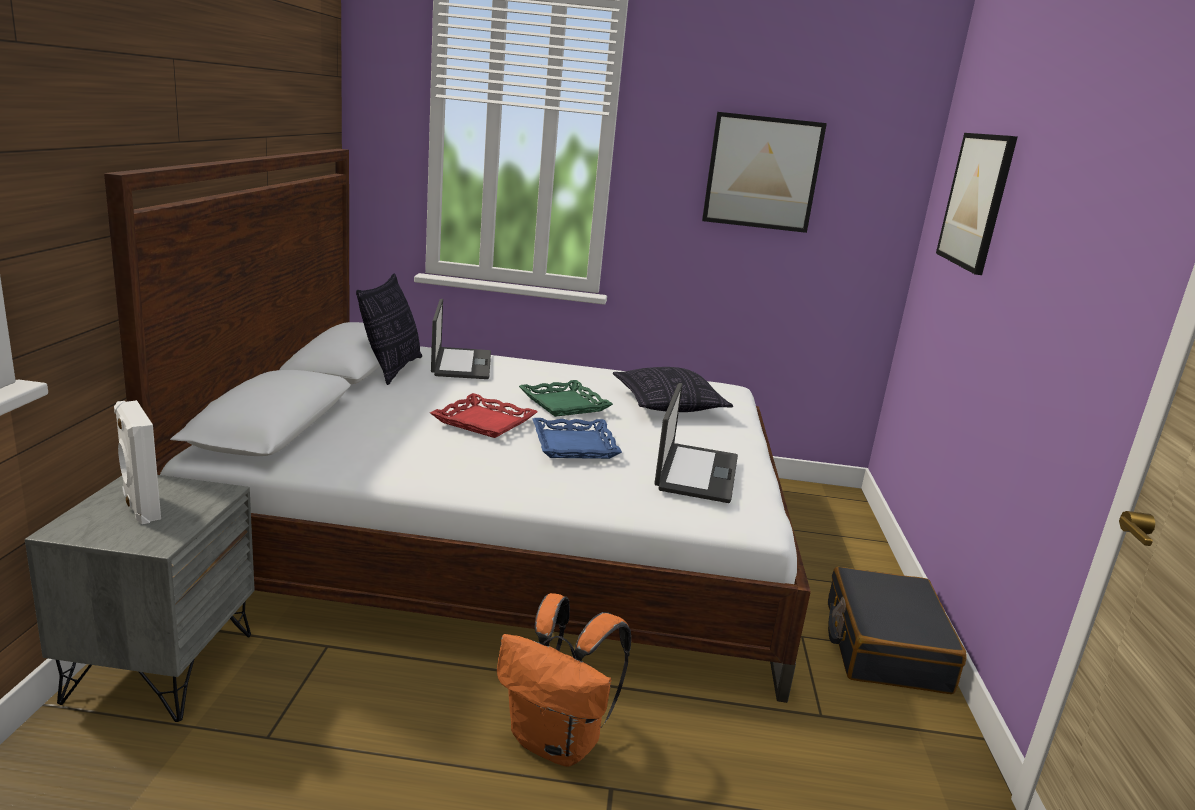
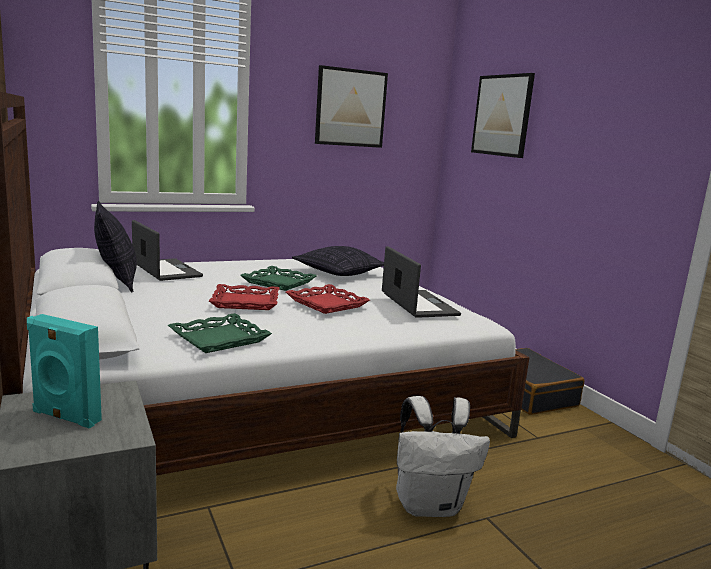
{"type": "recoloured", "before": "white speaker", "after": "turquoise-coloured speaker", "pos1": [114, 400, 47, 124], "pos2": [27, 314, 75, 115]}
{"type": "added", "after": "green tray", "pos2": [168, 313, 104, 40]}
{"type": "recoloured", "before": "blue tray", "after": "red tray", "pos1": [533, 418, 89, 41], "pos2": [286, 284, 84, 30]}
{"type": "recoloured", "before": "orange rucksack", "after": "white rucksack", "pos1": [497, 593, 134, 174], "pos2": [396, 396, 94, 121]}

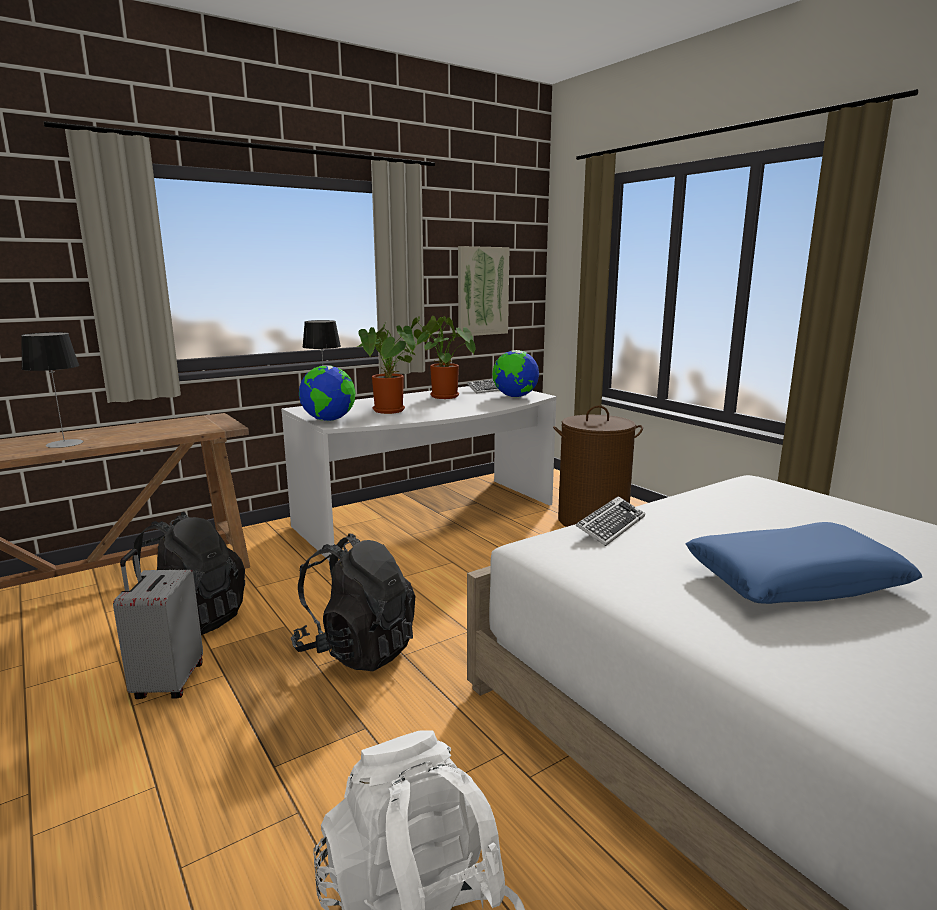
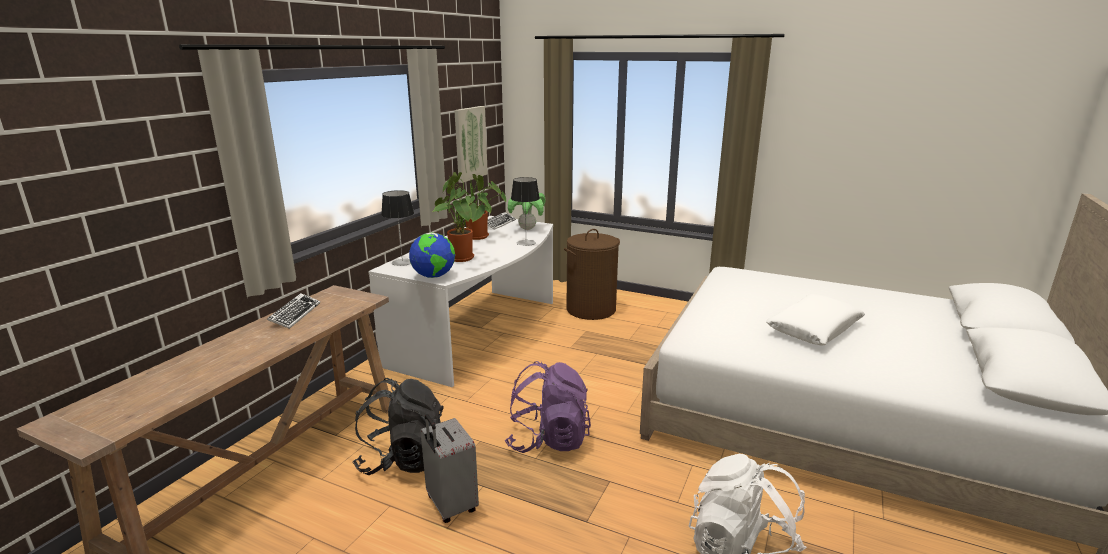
{"type": "moved", "before": "computer keyboard", "pos1": [576, 496, 69, 50], "pos2": [267, 293, 53, 36]}
{"type": "recoloured", "before": "black-coloured rucksack", "after": "purple rucksack", "pos1": [291, 534, 124, 137], "pos2": [505, 361, 86, 92]}
{"type": "replaced", "before": "globe", "after": "potted plant", "pos1": [492, 350, 47, 47], "pos2": [508, 193, 37, 37]}
{"type": "moved", "before": "tabletop lamp", "pos1": [21, 332, 63, 116], "pos2": [511, 177, 29, 69]}
{"type": "recoloured", "before": "blue throw pillow", "after": "white throw pillow", "pos1": [685, 522, 237, 82], "pos2": [766, 294, 99, 51]}

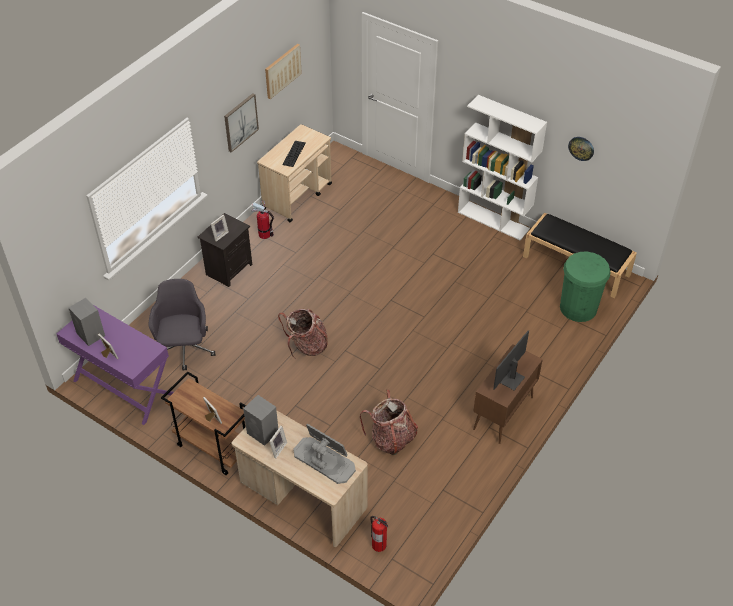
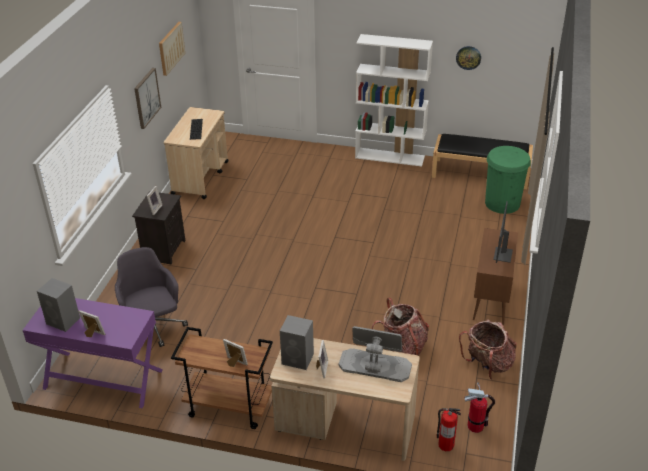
{"type": "moved", "before": "rucksack", "pos1": [278, 309, 50, 50], "pos2": [459, 319, 58, 61]}
{"type": "moved", "before": "extinguisher", "pos1": [252, 201, 22, 38], "pos2": [465, 382, 30, 51]}

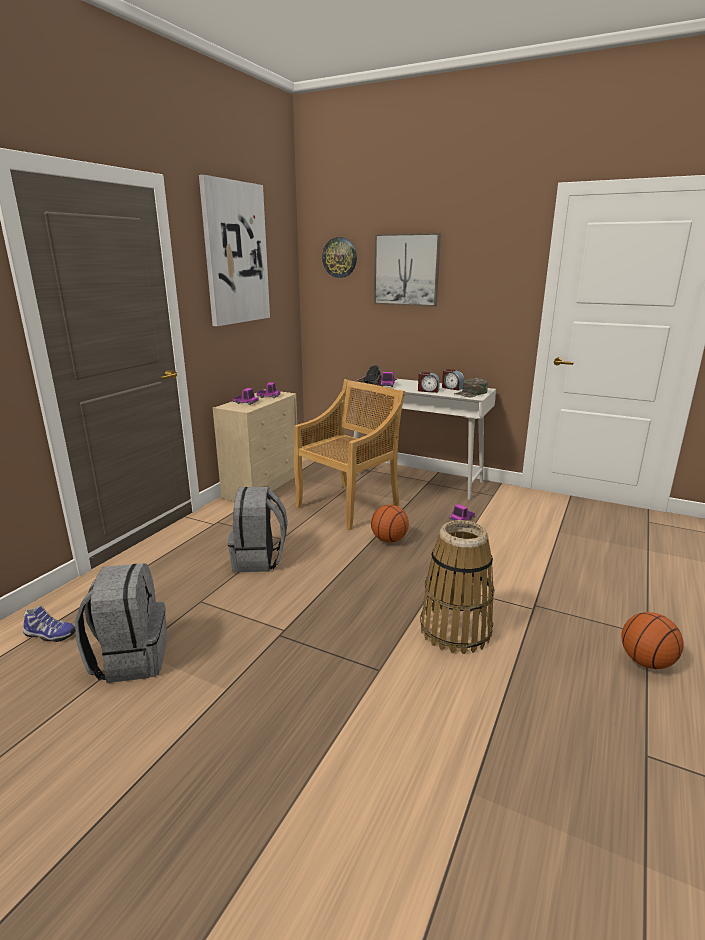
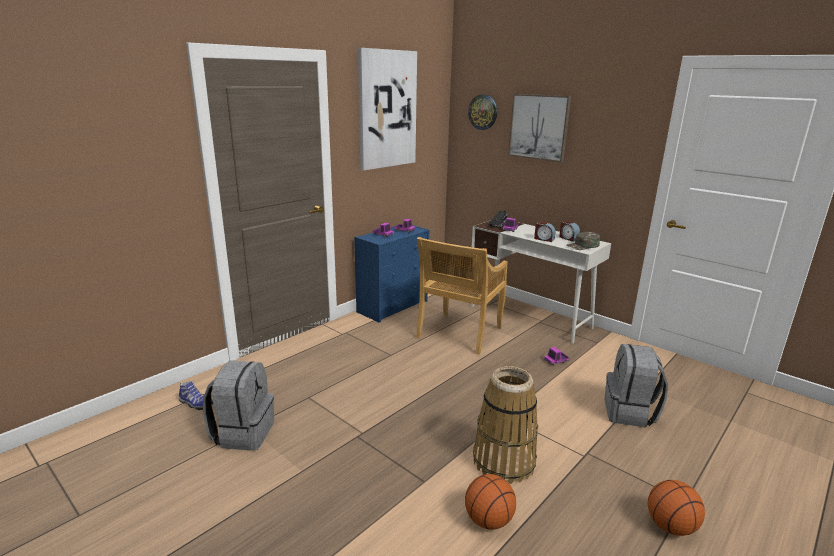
{"type": "recoloured", "before": "beige chest of drawers", "after": "blue chest of drawers", "pos1": [213, 389, 84, 113], "pos2": [354, 224, 75, 99]}
{"type": "turned", "before": "beige plain chair", "pos1": [294, 379, 111, 152], "pos2": [416, 237, 91, 117], "turn": 150}
{"type": "moved", "before": "basketball ball", "pos1": [371, 505, 38, 38], "pos2": [465, 474, 51, 56]}
{"type": "moved", "before": "gray rucksack", "pos1": [228, 487, 60, 85], "pos2": [605, 344, 63, 84]}

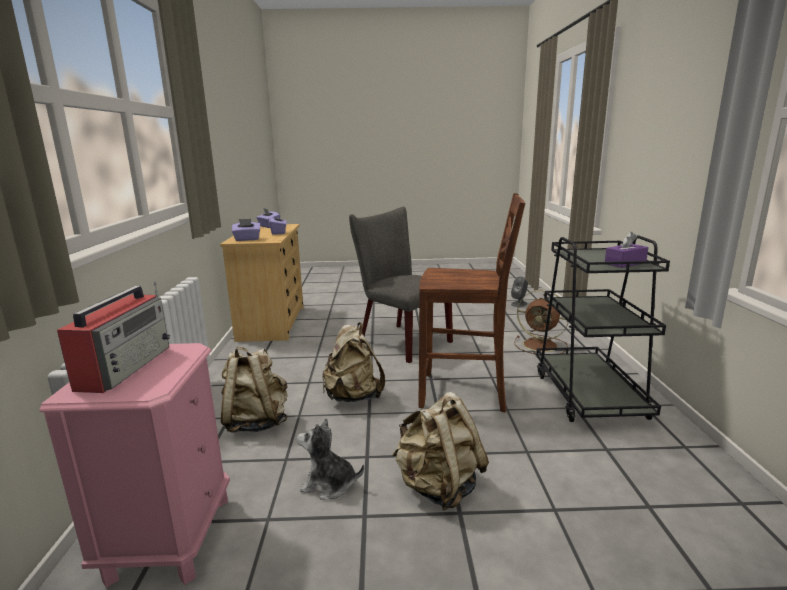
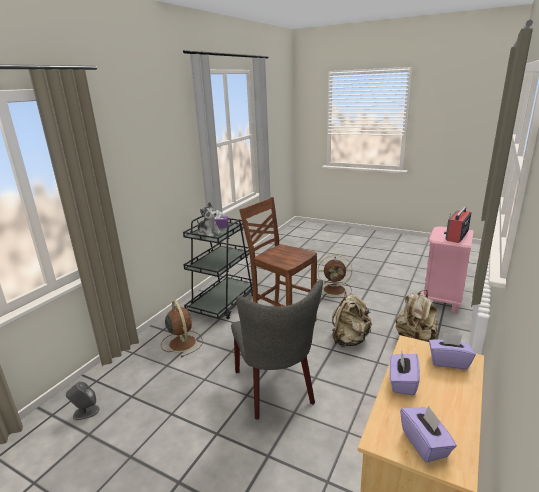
{"type": "moved", "before": "plush toy", "pos1": [296, 418, 68, 82], "pos2": [196, 202, 26, 35]}
{"type": "replaced", "before": "beige rucksack", "after": "brownish cooling fan", "pos1": [392, 392, 97, 119], "pos2": [318, 255, 34, 43]}

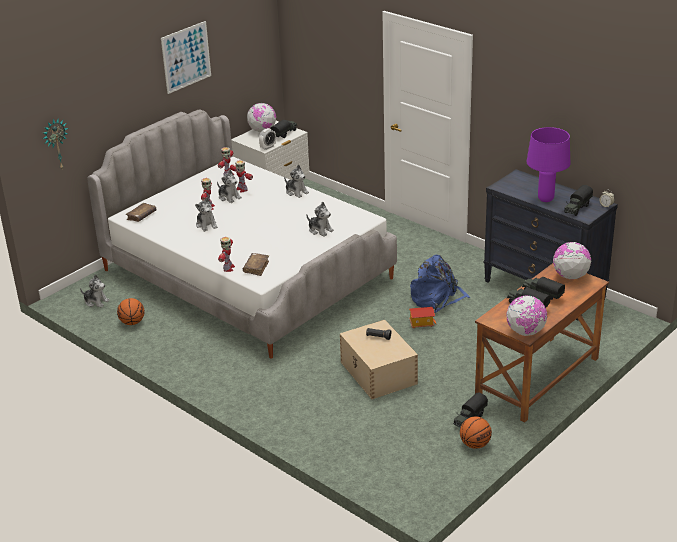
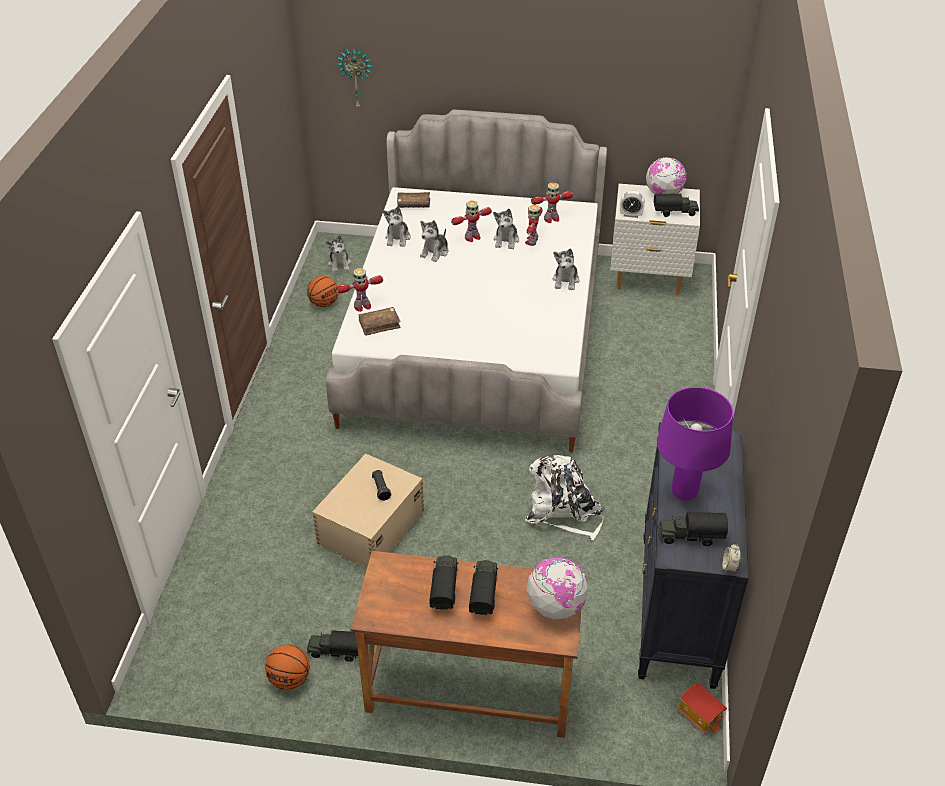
{"type": "moved", "before": "plush toy", "pos1": [306, 202, 28, 35], "pos2": [383, 206, 28, 41]}
{"type": "recoloured", "before": "blue rucksack", "after": "white rucksack", "pos1": [410, 255, 60, 58], "pos2": [525, 455, 80, 86]}
{"type": "moved", "before": "miniature house", "pos1": [409, 307, 27, 22], "pos2": [677, 683, 50, 51]}
{"type": "removed", "before": "wall picture", "pos1": [161, 21, 50, 73]}
{"type": "removed", "before": "globe", "pos1": [506, 296, 41, 40]}

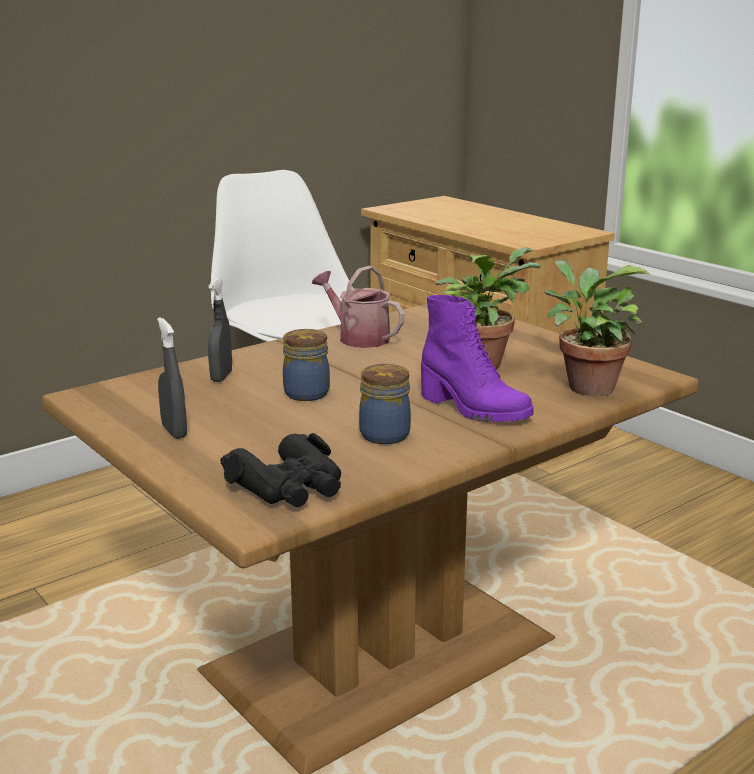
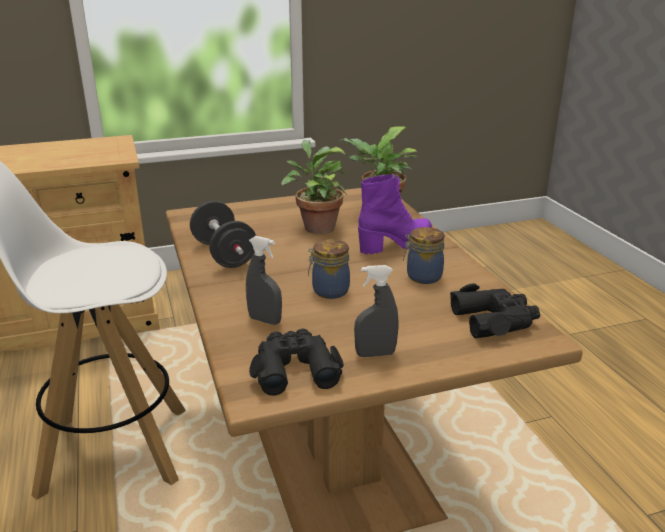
{"type": "replaced", "before": "sprinkling can", "after": "black-coloured dumbbell", "pos1": [312, 266, 92, 82], "pos2": [190, 201, 66, 67]}
{"type": "added", "after": "black-coloured field glasses", "pos2": [249, 329, 95, 67]}

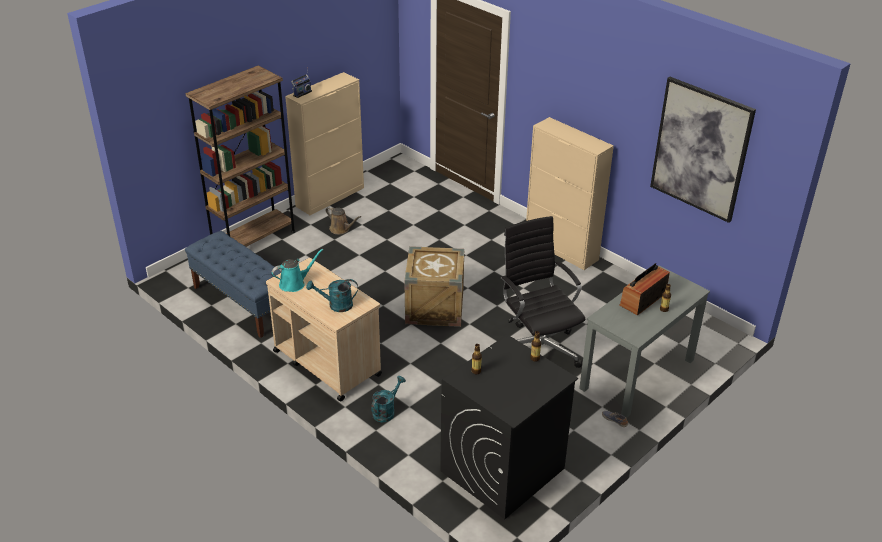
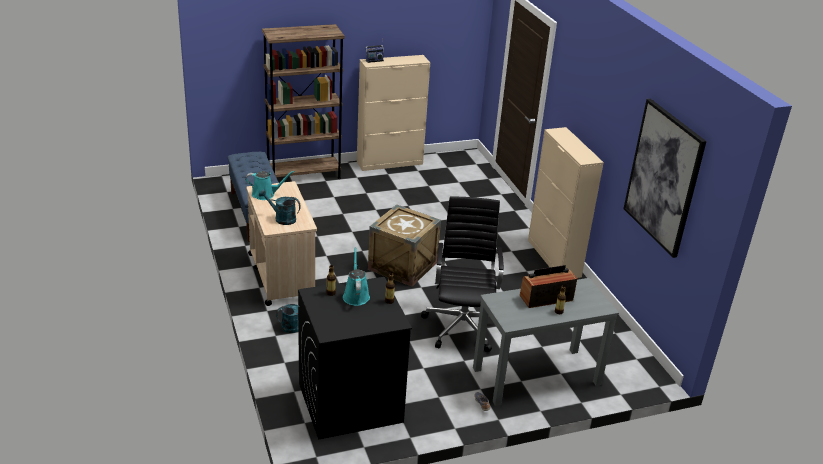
{"type": "added", "after": "turquoise-coloured sprinkling can", "pos2": [343, 247, 27, 59]}
{"type": "removed", "before": "brownish sprinkling can", "pos1": [325, 207, 36, 27]}

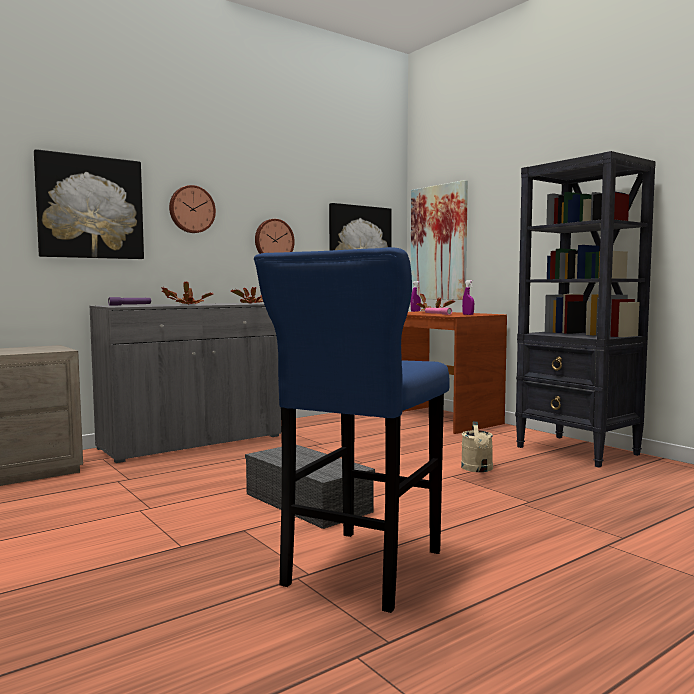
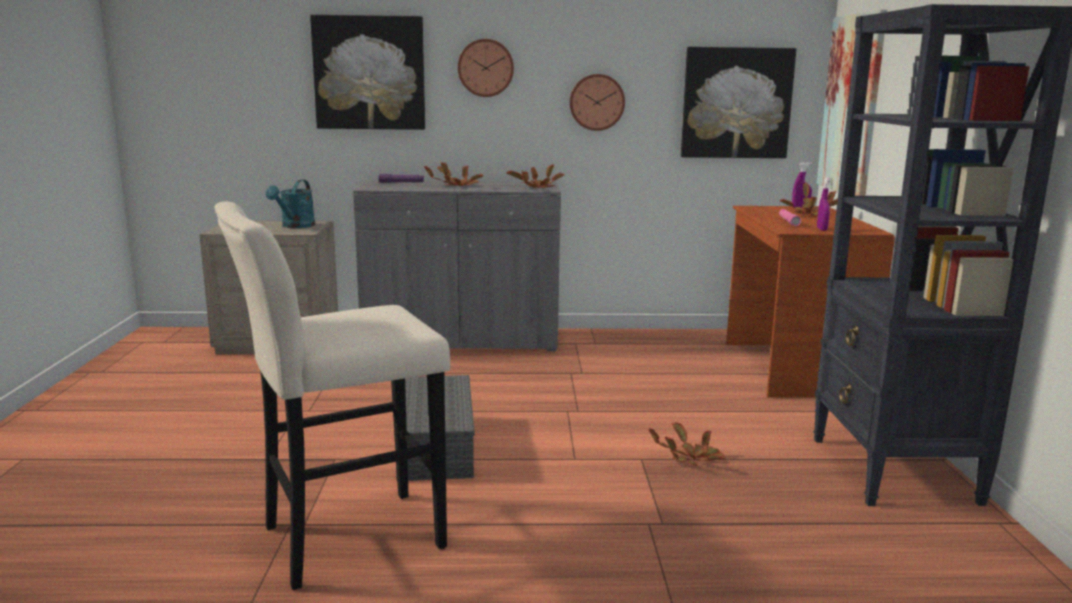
{"type": "recoloured", "before": "blue sitting stool", "after": "beige sitting stool", "pos1": [254, 247, 196, 366], "pos2": [215, 201, 235, 389]}
{"type": "added", "after": "turquoise-coloured sprinkling can", "pos2": [265, 180, 50, 48]}
{"type": "replaced", "before": "beige sprinkling can", "after": "potted plant", "pos1": [461, 421, 32, 51], "pos2": [649, 421, 77, 45]}

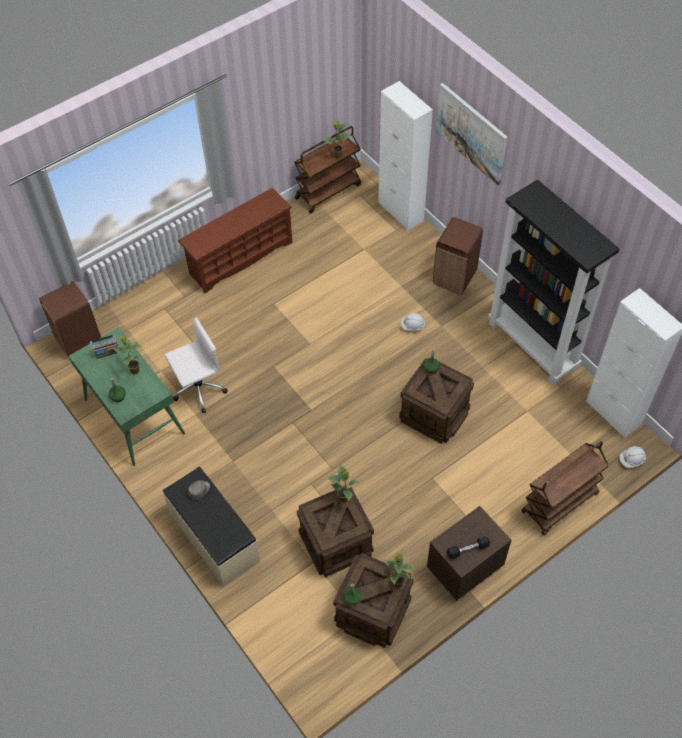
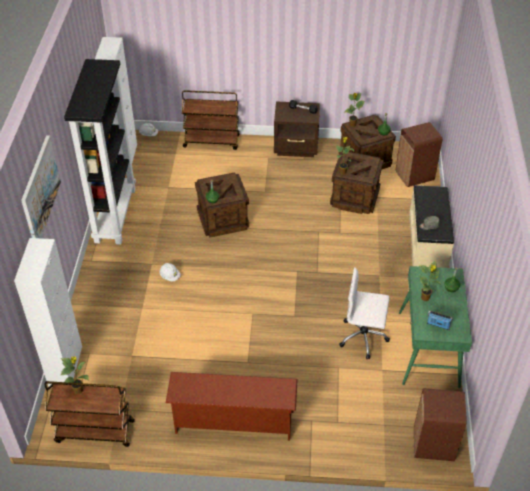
{"type": "moved", "before": "brownish trash can", "pos1": [433, 217, 50, 78], "pos2": [396, 122, 46, 65]}

